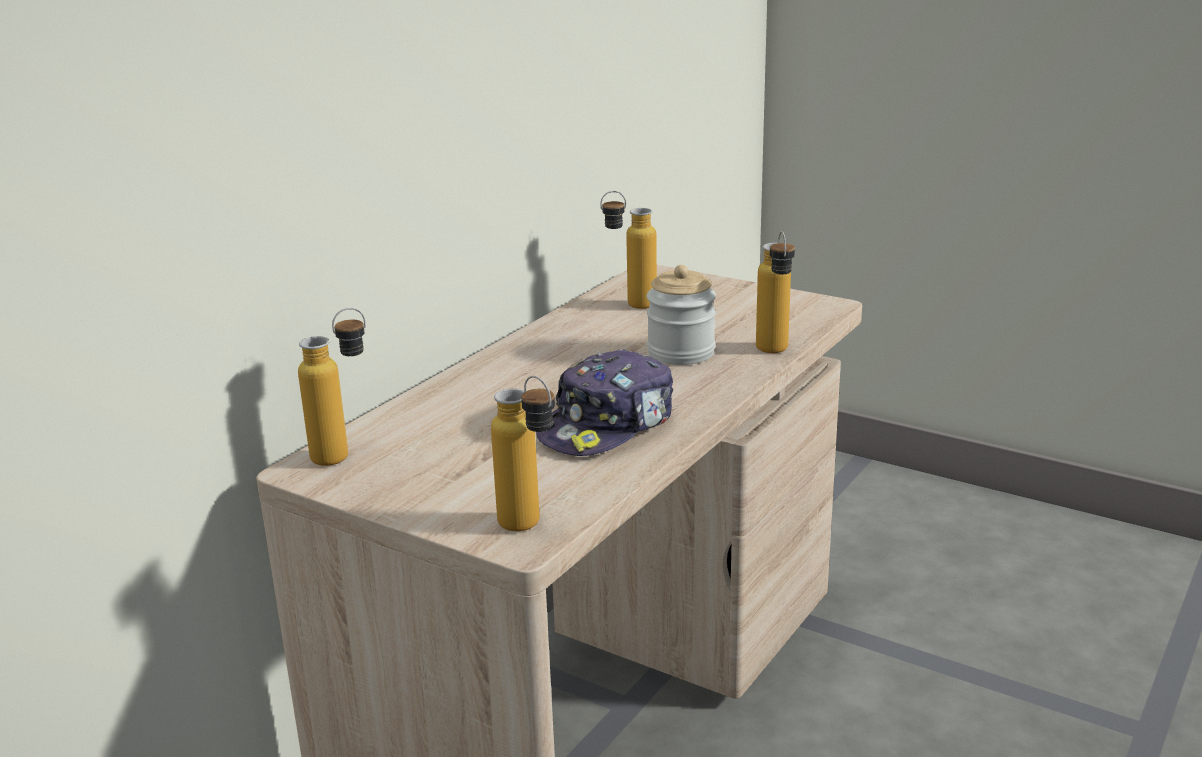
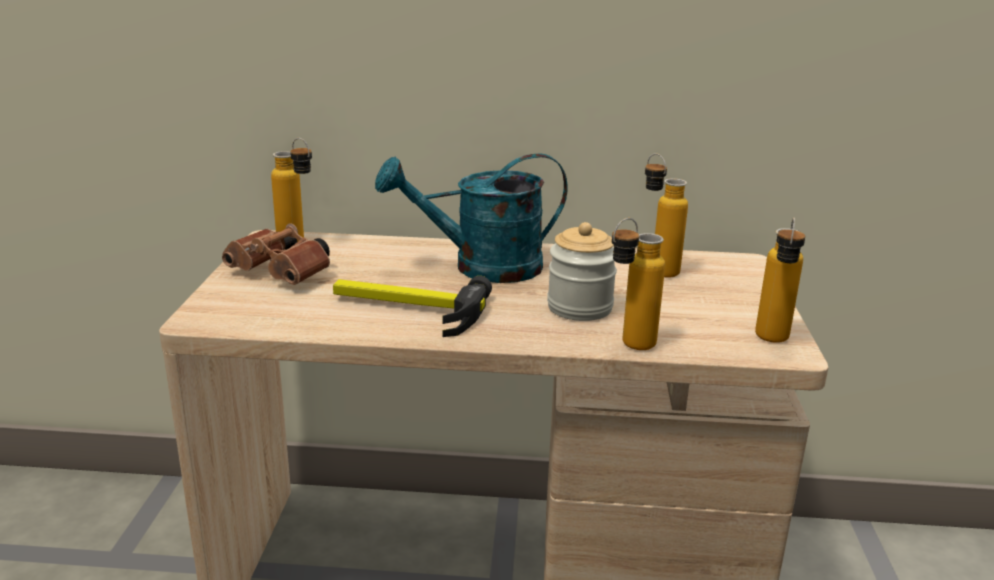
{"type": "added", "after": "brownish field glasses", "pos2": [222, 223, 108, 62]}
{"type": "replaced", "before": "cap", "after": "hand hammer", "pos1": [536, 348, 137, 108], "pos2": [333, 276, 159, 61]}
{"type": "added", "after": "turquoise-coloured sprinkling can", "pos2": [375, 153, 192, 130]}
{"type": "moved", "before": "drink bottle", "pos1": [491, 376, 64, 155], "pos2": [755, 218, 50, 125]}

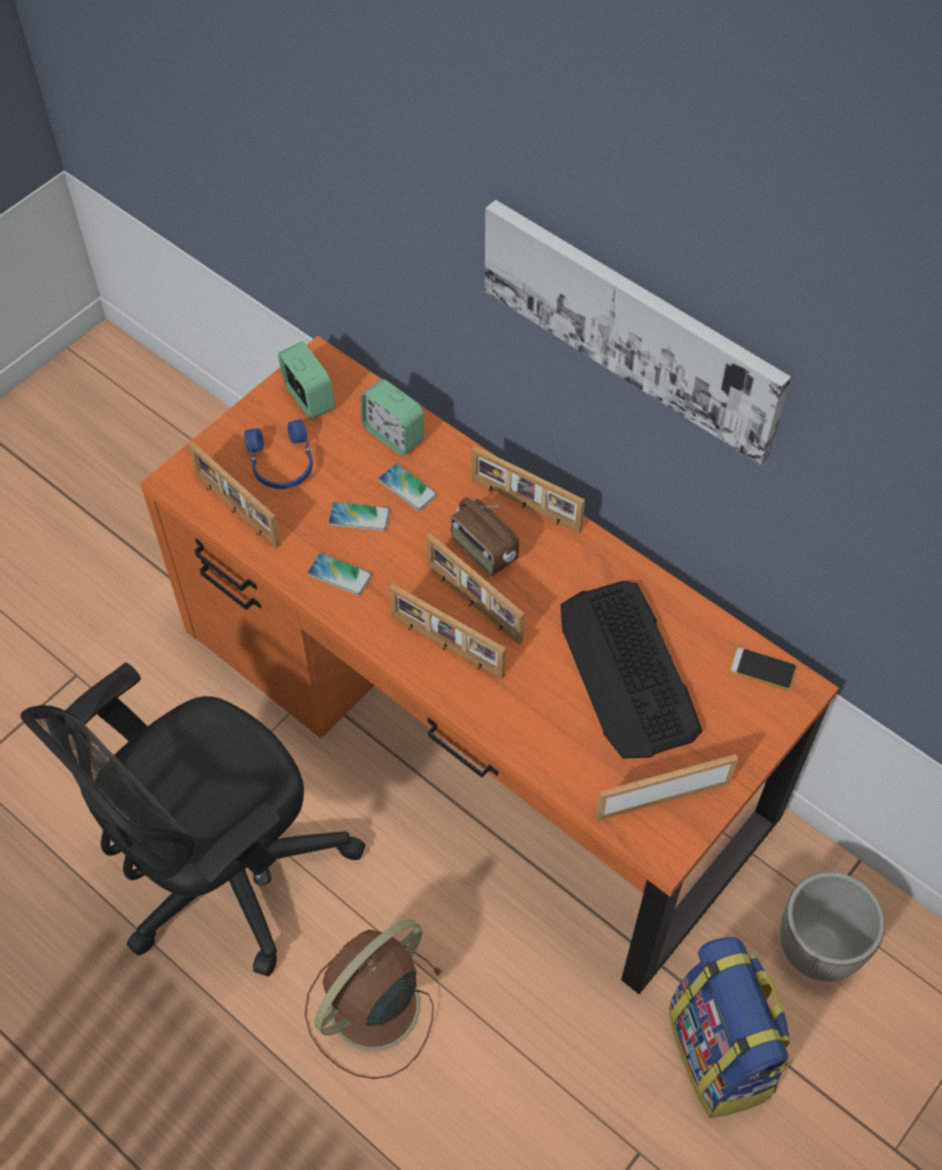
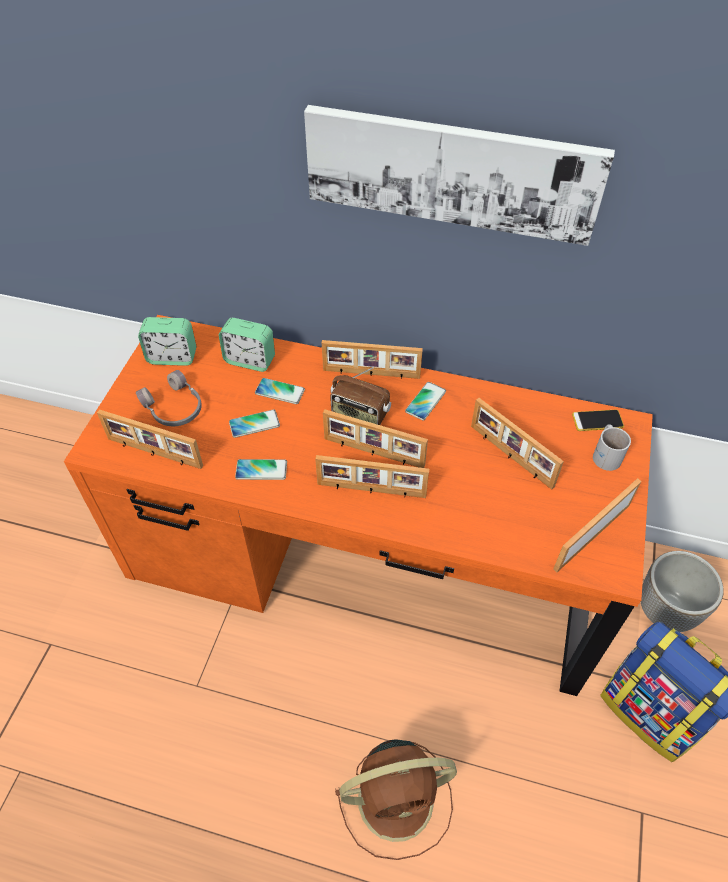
{"type": "recoloured", "before": "blue headset", "after": "gray headset", "pos1": [244, 419, 69, 70], "pos2": [136, 370, 66, 56]}
{"type": "turned", "before": "table clock", "pos1": [278, 341, 57, 78], "pos2": [138, 317, 58, 49], "turn": 150}
{"type": "turned", "before": "brownish cooling fan", "pos1": [304, 919, 138, 160], "pos2": [335, 739, 122, 121], "turn": -120}
{"type": "added", "after": "telephone", "pos2": [405, 382, 41, 39]}
{"type": "replaced", "before": "computer keyboard", "after": "photo frame", "pos1": [560, 581, 142, 178], "pos2": [471, 398, 93, 91]}
{"type": "added", "after": "white coffee mug", "pos2": [593, 424, 38, 47]}
{"type": "removed", "before": "black-coloured computer chair", "pos1": [20, 663, 345, 314]}

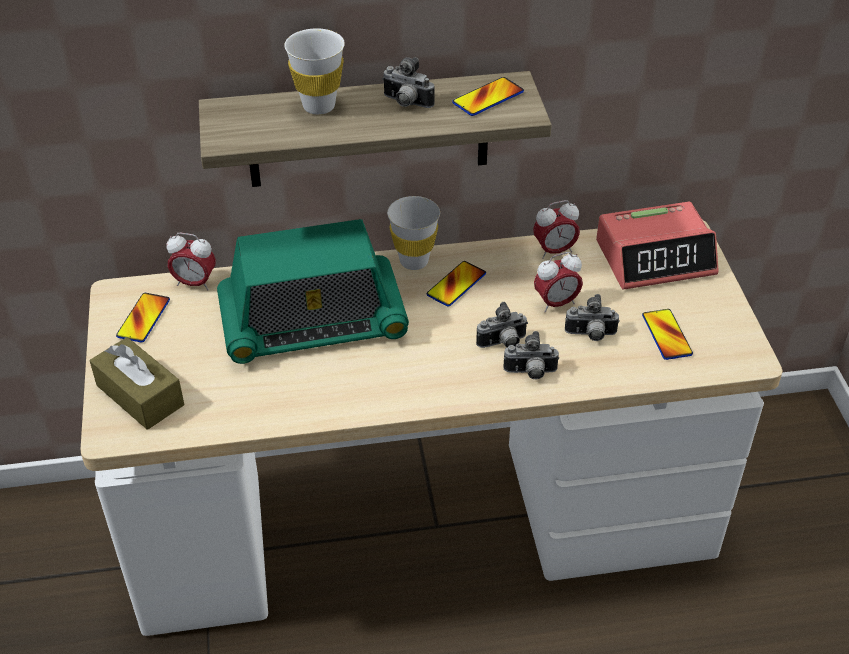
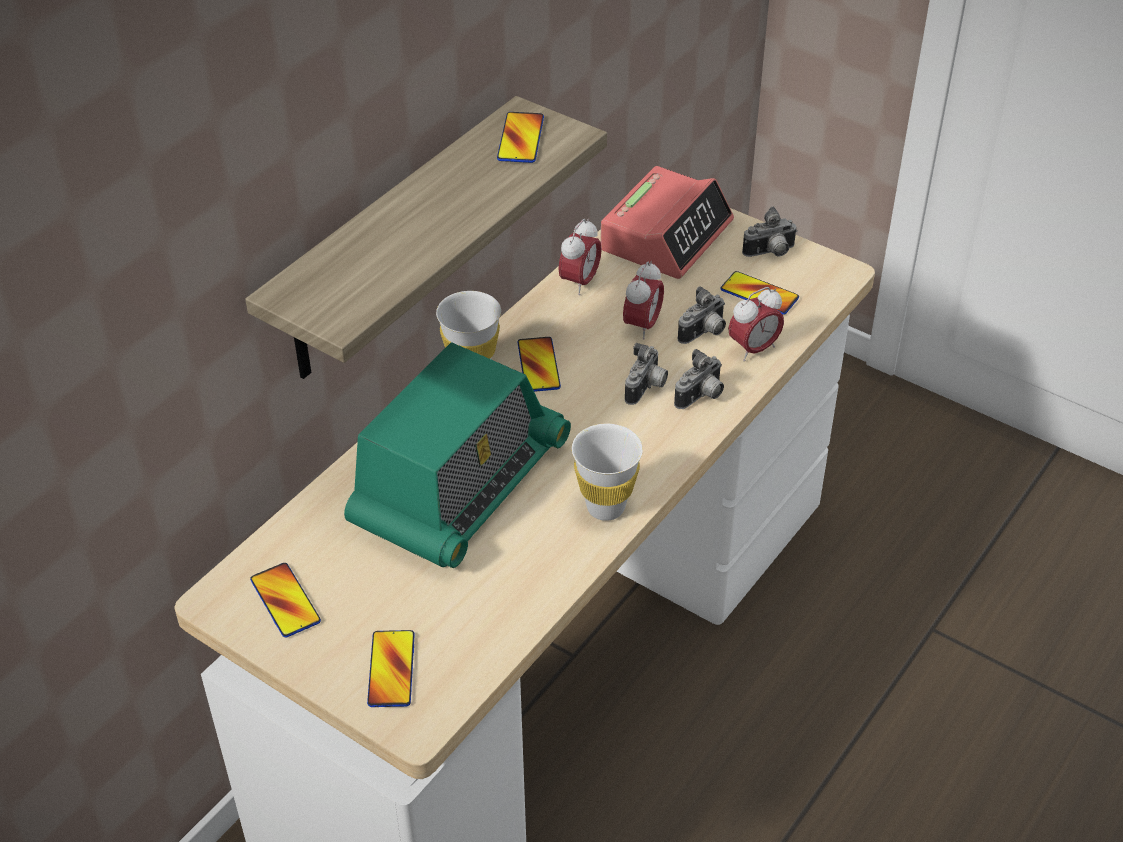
{"type": "replaced", "before": "brownish tissue box", "after": "telephone", "pos1": [90, 337, 94, 93], "pos2": [367, 630, 48, 77]}
{"type": "moved", "before": "white cup", "pos1": [284, 28, 61, 87], "pos2": [572, 424, 71, 97]}
{"type": "moved", "before": "table clock", "pos1": [166, 233, 50, 58], "pos2": [728, 287, 56, 74]}
{"type": "moved", "before": "photo camera", "pos1": [382, 57, 53, 51], "pos2": [742, 207, 56, 50]}

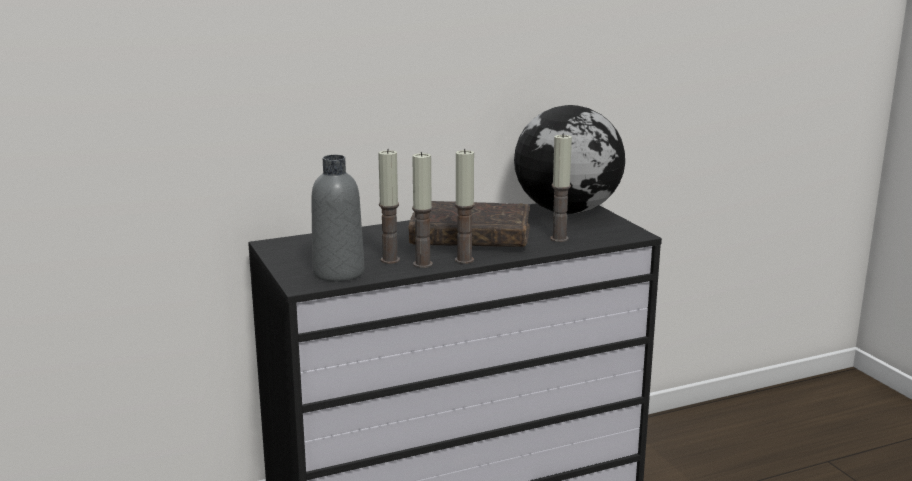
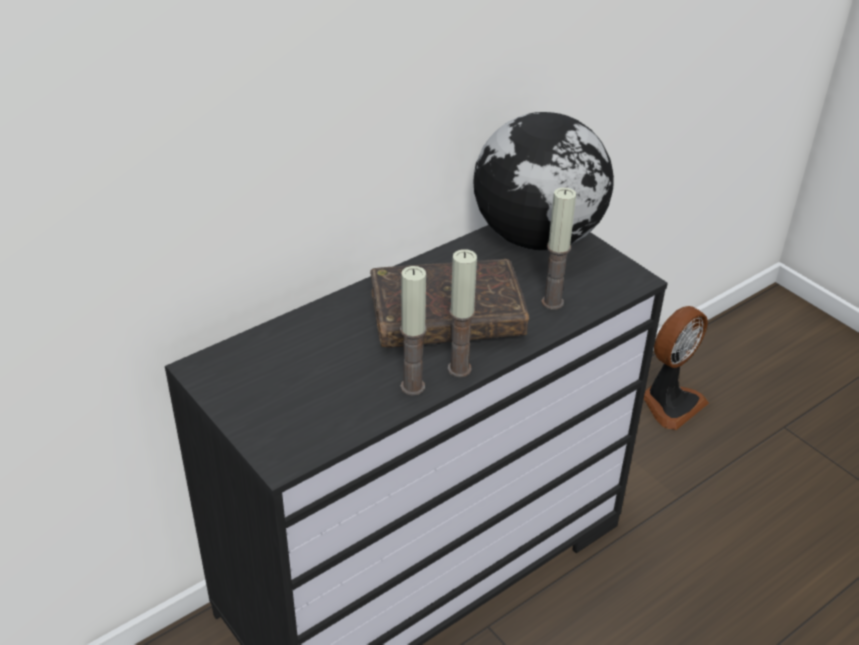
{"type": "added", "after": "cooling fan", "pos2": [644, 306, 65, 124]}
{"type": "removed", "before": "gray drink bottle", "pos1": [311, 155, 53, 127]}
{"type": "removed", "before": "wax candle", "pos1": [378, 149, 22, 115]}

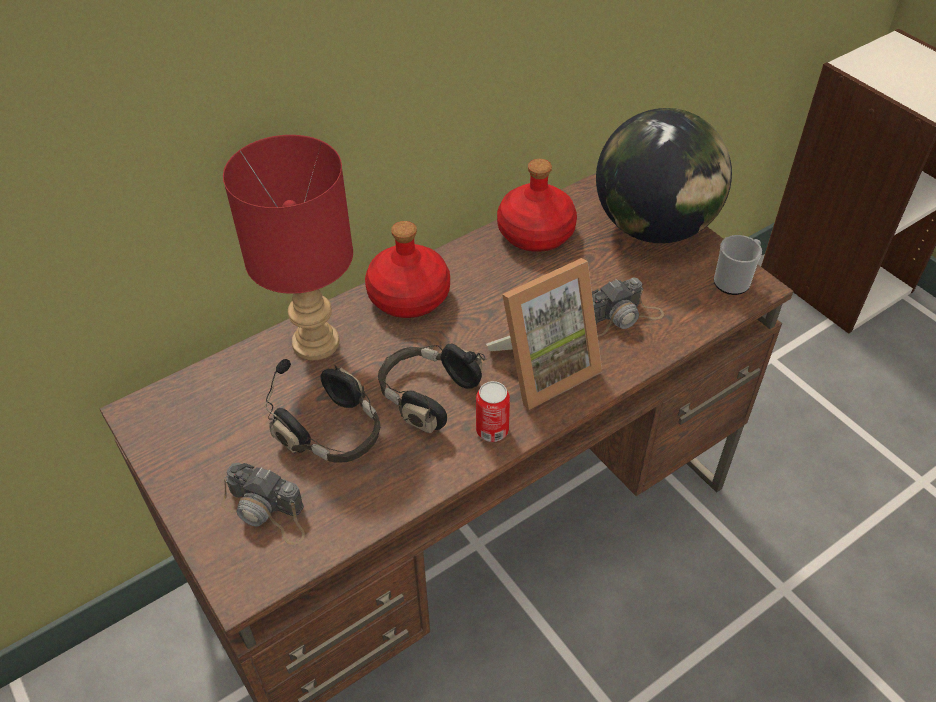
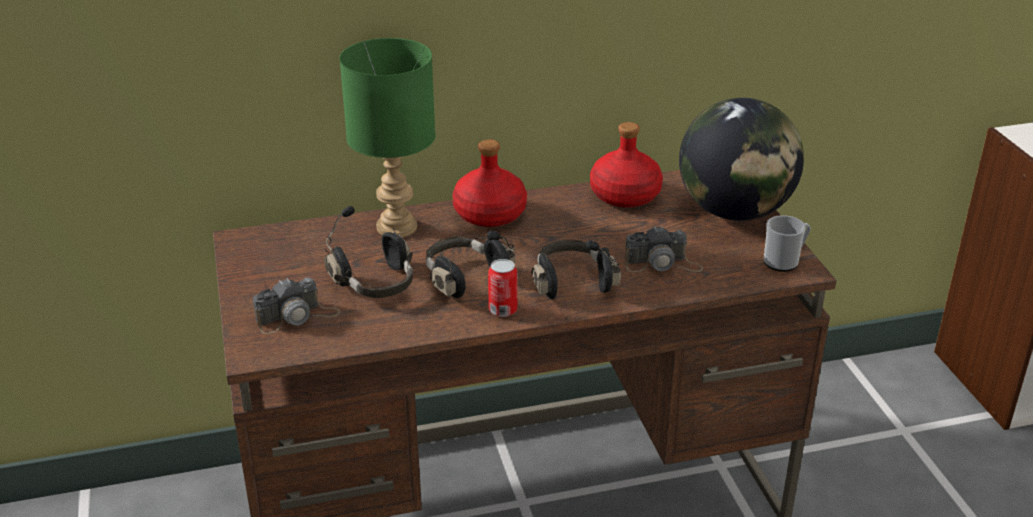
{"type": "turned", "before": "photo camera", "pos1": [221, 463, 84, 82], "pos2": [253, 277, 88, 57], "turn": -75}
{"type": "recoloured", "before": "red tabletop lamp", "after": "green tabletop lamp", "pos1": [223, 135, 130, 225], "pos2": [340, 38, 95, 199]}
{"type": "replaced", "before": "photo frame", "after": "black-coloured headset", "pos1": [486, 258, 116, 152], "pos2": [531, 240, 90, 59]}

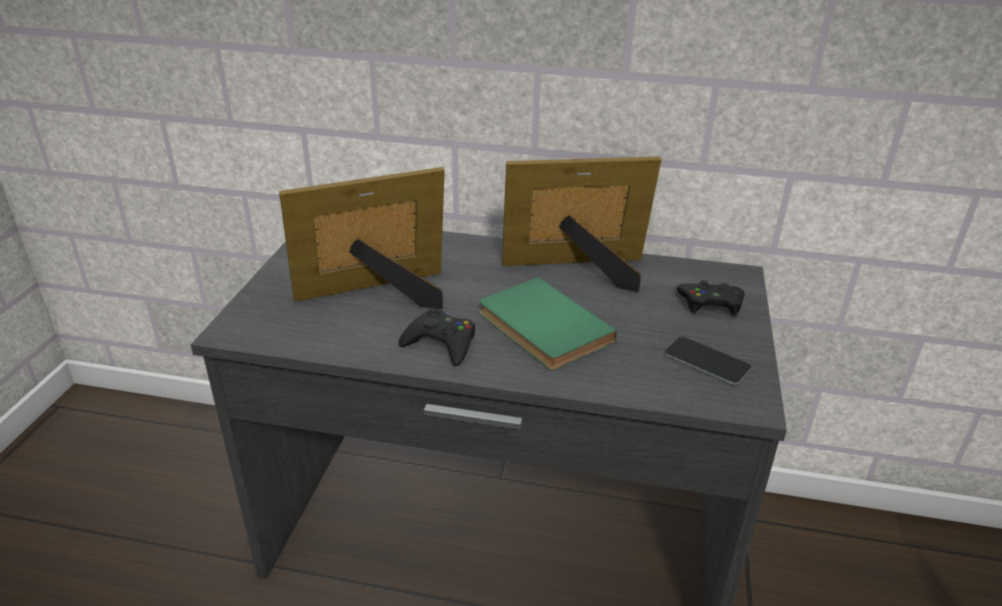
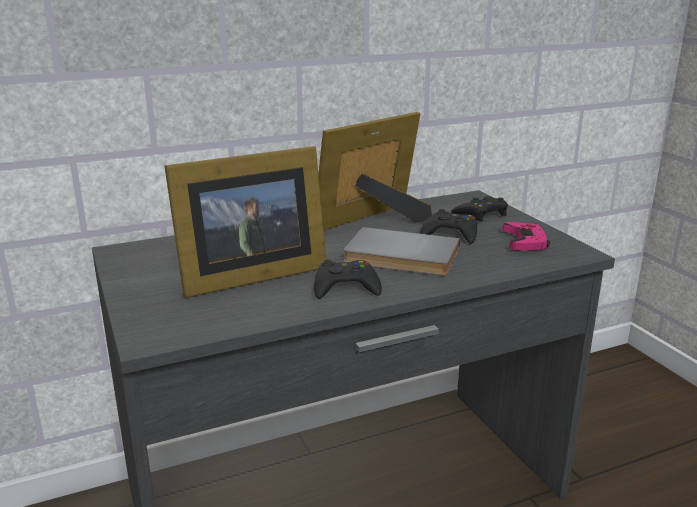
{"type": "turned", "before": "photo frame", "pos1": [279, 167, 166, 142], "pos2": [164, 146, 162, 152], "turn": -150}
{"type": "recoloured", "before": "green bound book", "after": "gray bound book", "pos1": [480, 277, 137, 93], "pos2": [344, 227, 116, 49]}
{"type": "added", "after": "black-coloured game controller", "pos2": [420, 209, 57, 35]}
{"type": "replaced", "before": "telephone", "after": "pink-coloured game controller", "pos1": [665, 337, 86, 48], "pos2": [503, 222, 47, 29]}

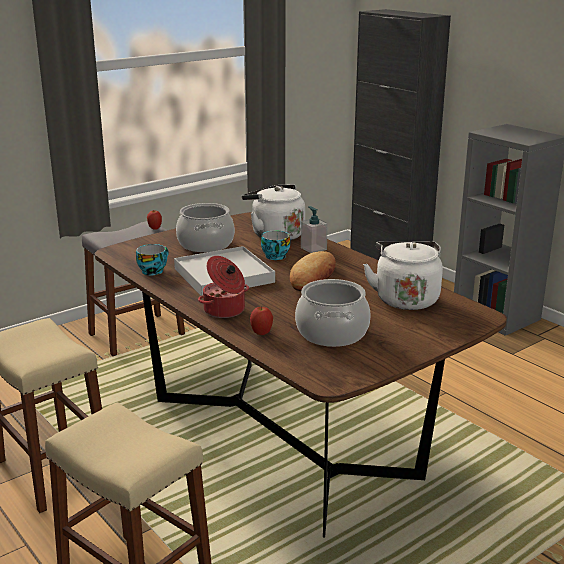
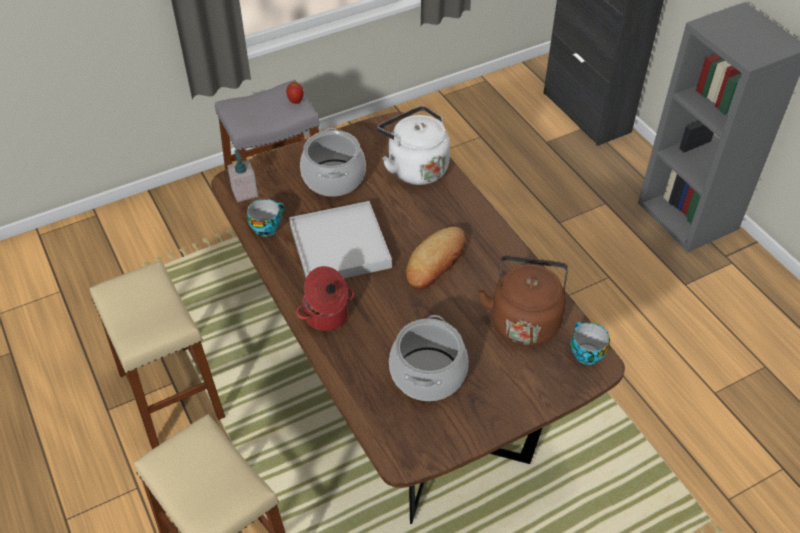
{"type": "moved", "before": "soap dispenser", "pos1": [301, 206, 27, 47], "pos2": [227, 150, 31, 52]}
{"type": "recoloured", "before": "white water kettle", "after": "brownish water kettle", "pos1": [363, 241, 80, 69], "pos2": [478, 256, 90, 90]}
{"type": "moved", "before": "cup", "pos1": [261, 230, 29, 30], "pos2": [570, 322, 40, 43]}
{"type": "removed", "before": "whole apple", "pos1": [250, 307, 23, 28]}

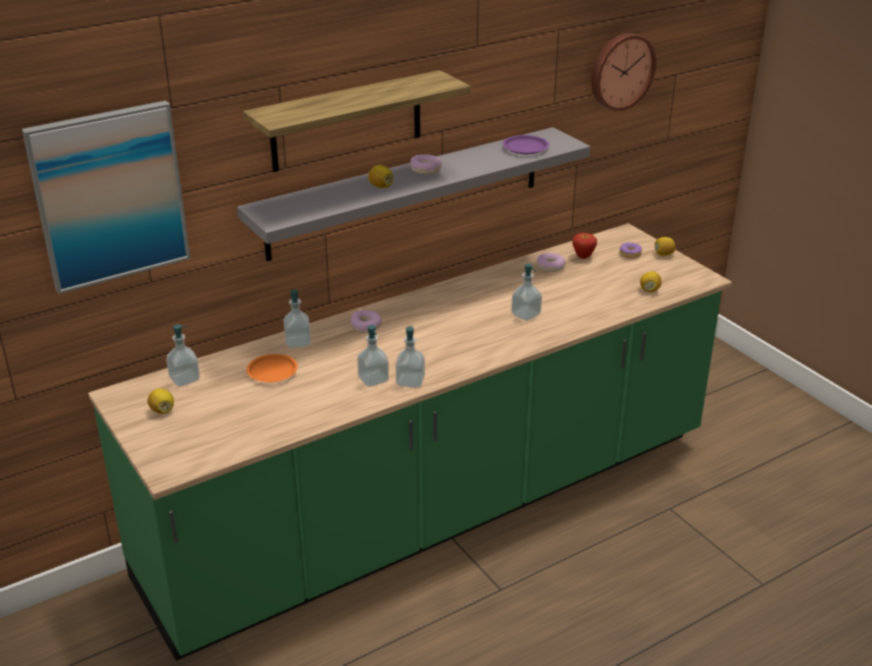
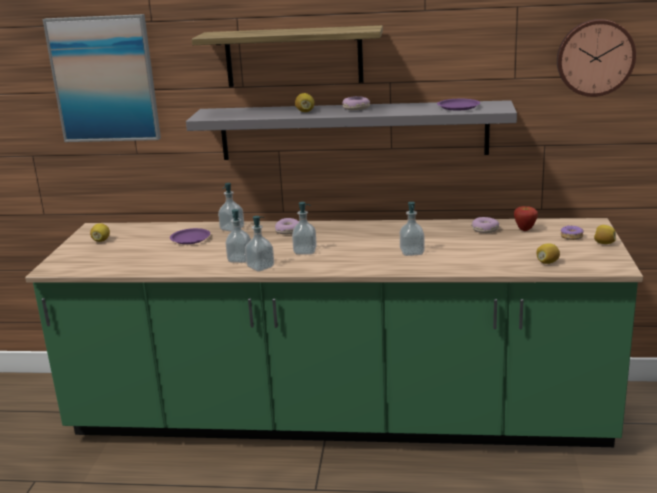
{"type": "recoloured", "before": "orange flat dish", "after": "purple flat dish", "pos1": [247, 354, 51, 28], "pos2": [170, 228, 40, 16]}
{"type": "moved", "before": "soap dispenser", "pos1": [166, 325, 34, 62], "pos2": [292, 202, 25, 53]}

